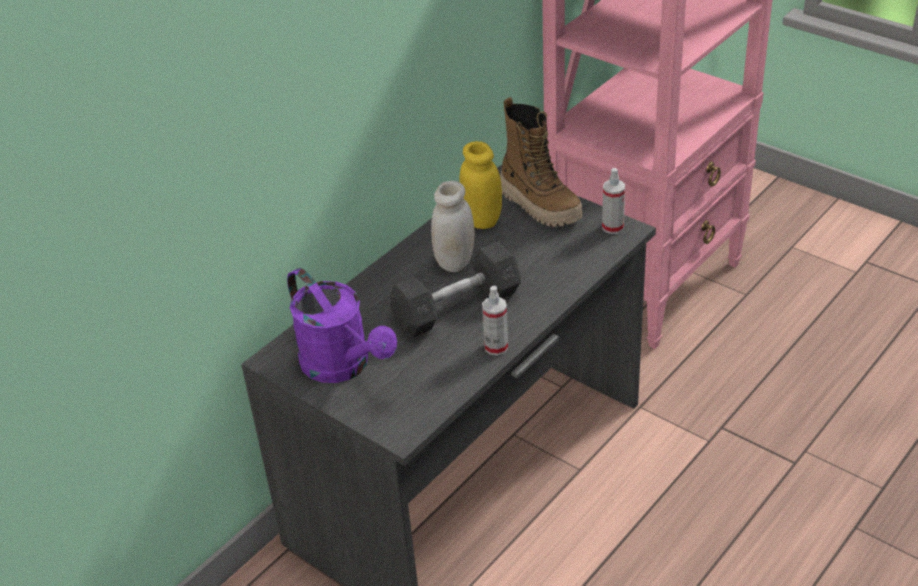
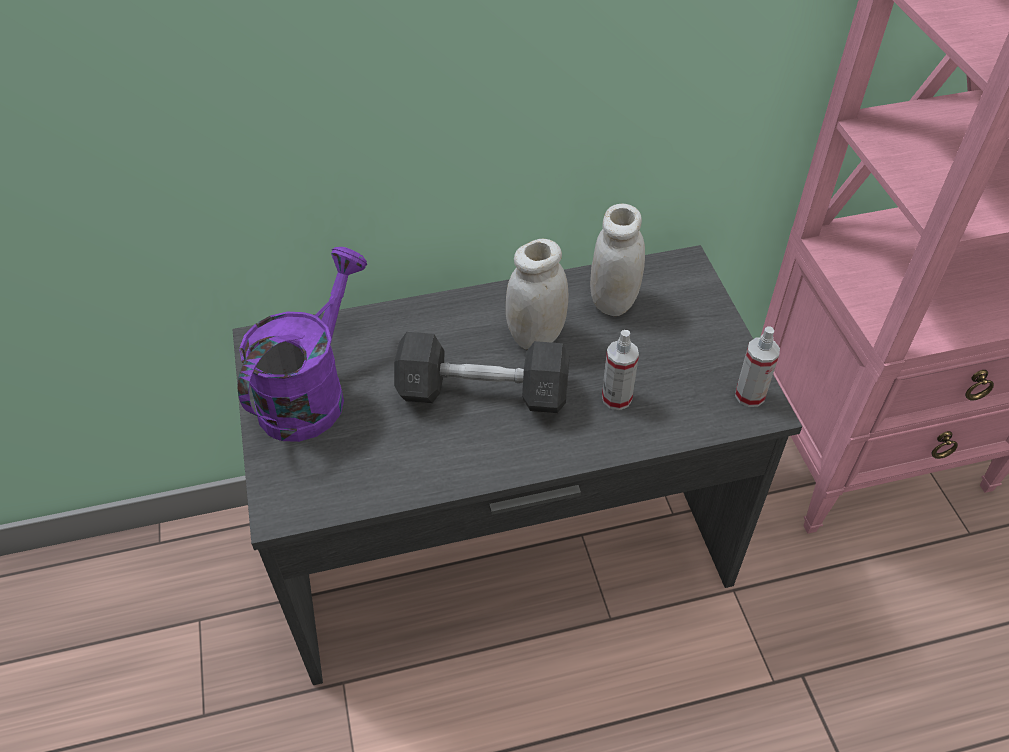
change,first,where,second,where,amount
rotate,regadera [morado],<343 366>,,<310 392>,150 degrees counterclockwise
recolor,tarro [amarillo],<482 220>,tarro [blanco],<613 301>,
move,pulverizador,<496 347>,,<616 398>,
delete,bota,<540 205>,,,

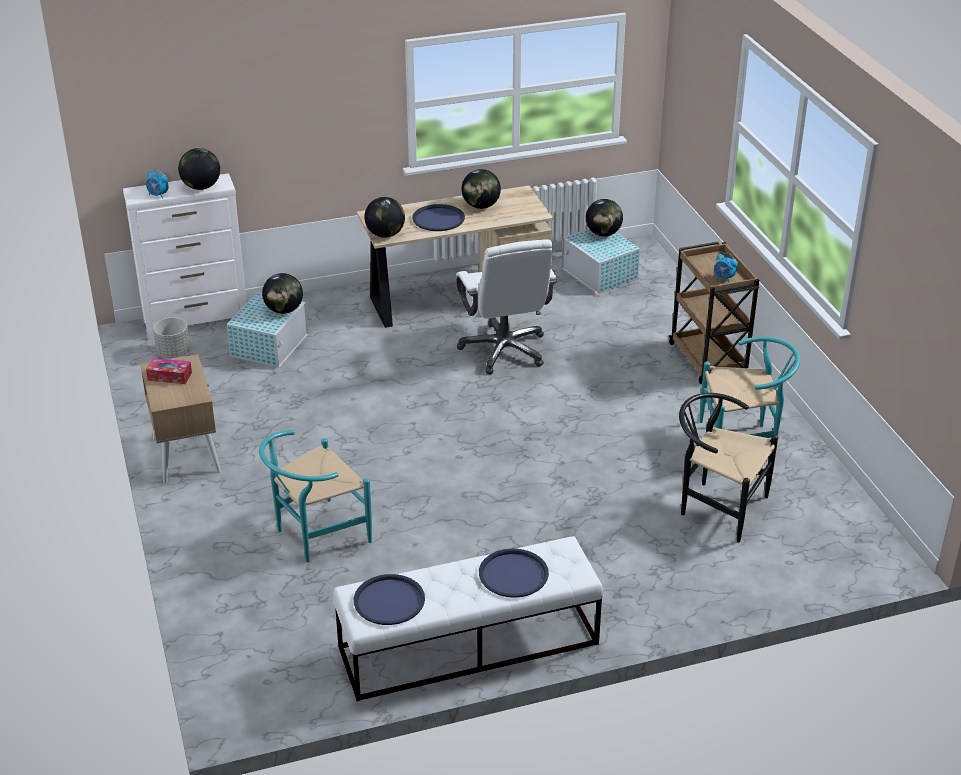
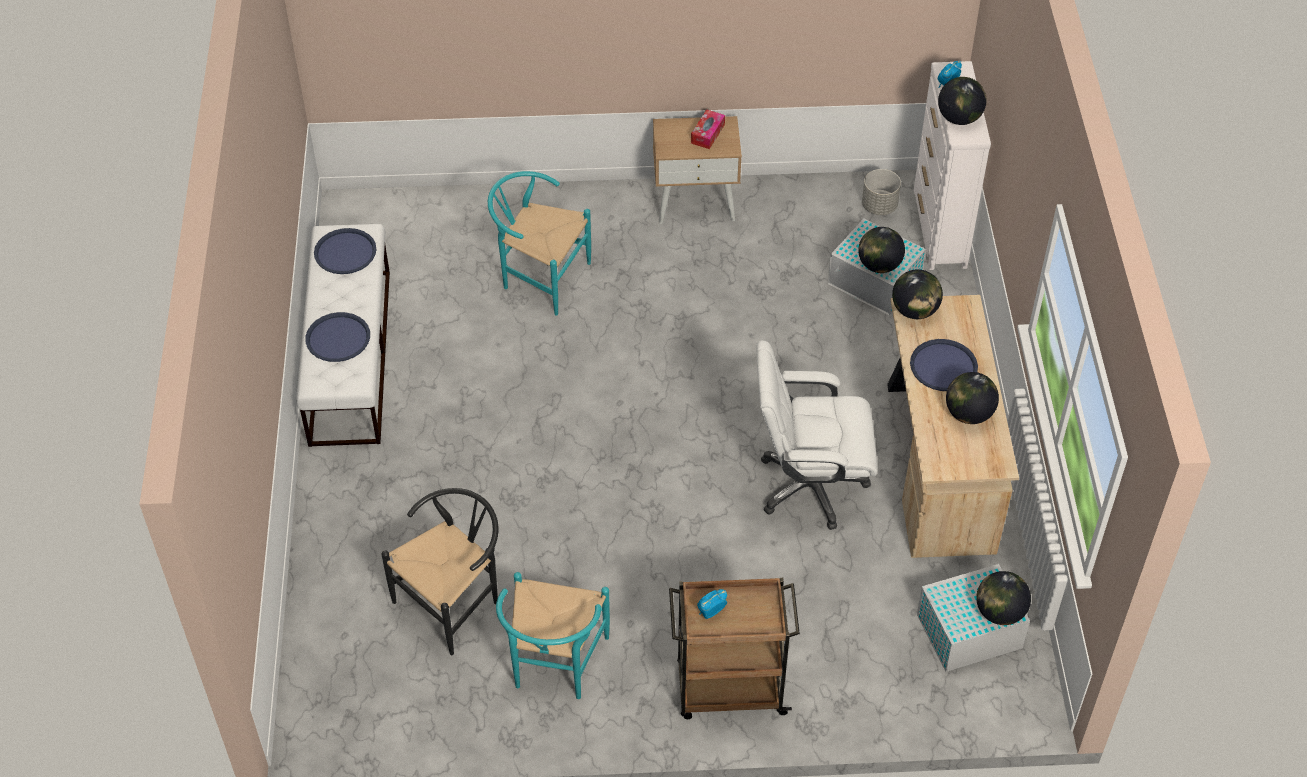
change,first,where,second,where,amount
rotate,silla [turquesa],<315 535>,,<539 277>,45 degrees counterclockwise

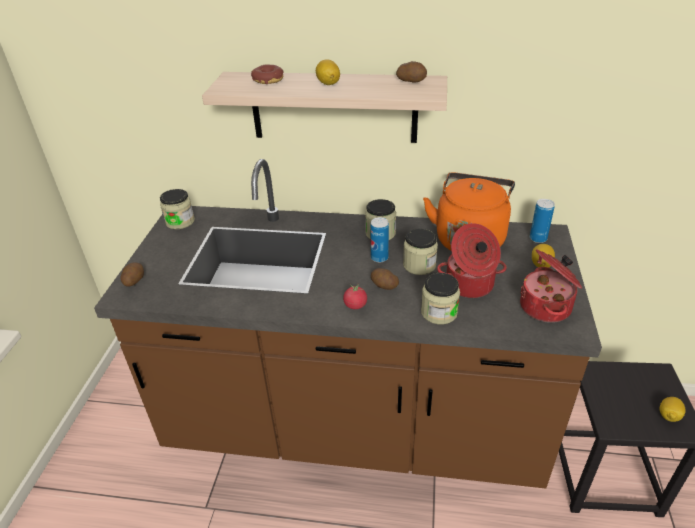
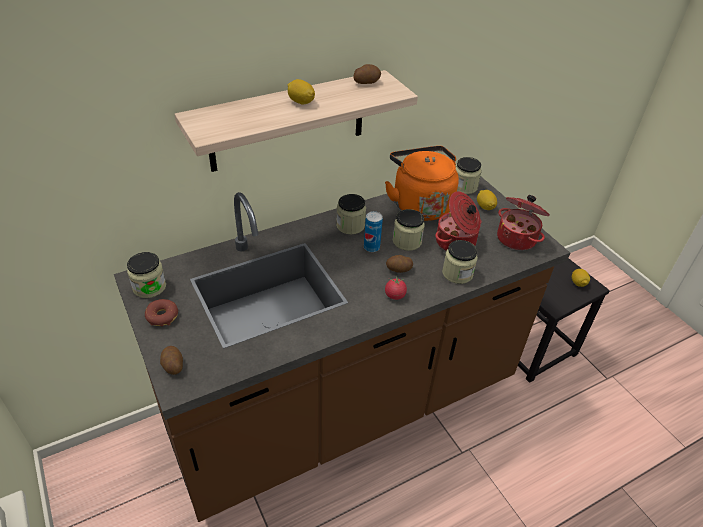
change,first,where,second,where,amount
move,rosquilla,<268 80>,,<162 316>,
replace,lata,<538 238>,tarro,<464 186>,

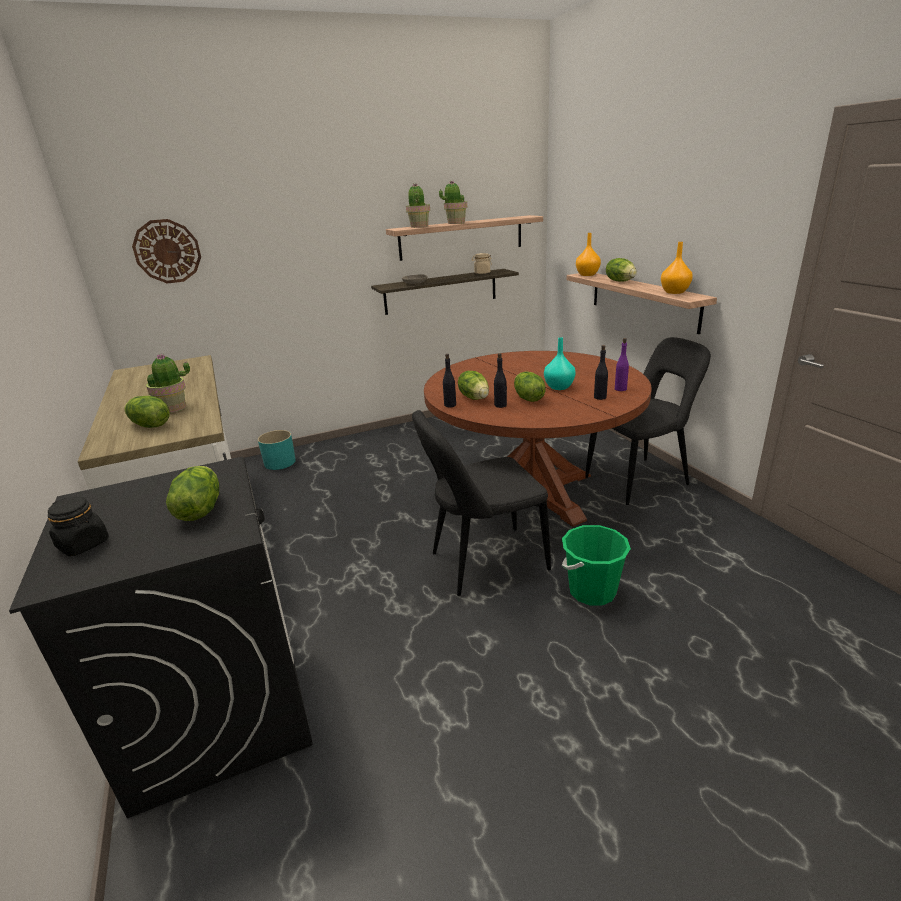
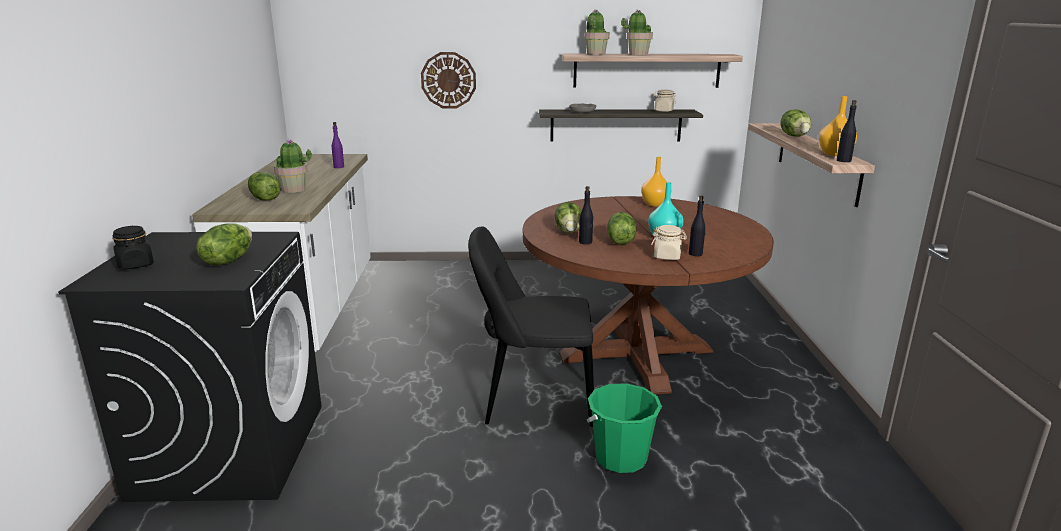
change,first,where,second,where,amount
move,botella [morado],<620 389>,,<339 167>,
move,reloj de pared,<167 251>,,<448 80>,
move,florero [naranja],<587 275>,,<654 204>,
insert,,,tarro [beis],<667 256>,
move,botella [negro],<450 405>,,<843 160>,
delete,maceta [turquesa],<280 462>,,,
delete,silla [negro],<640 480>,,,

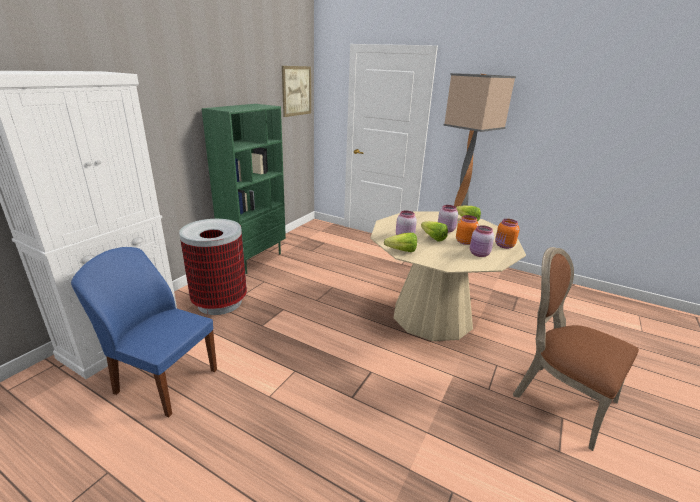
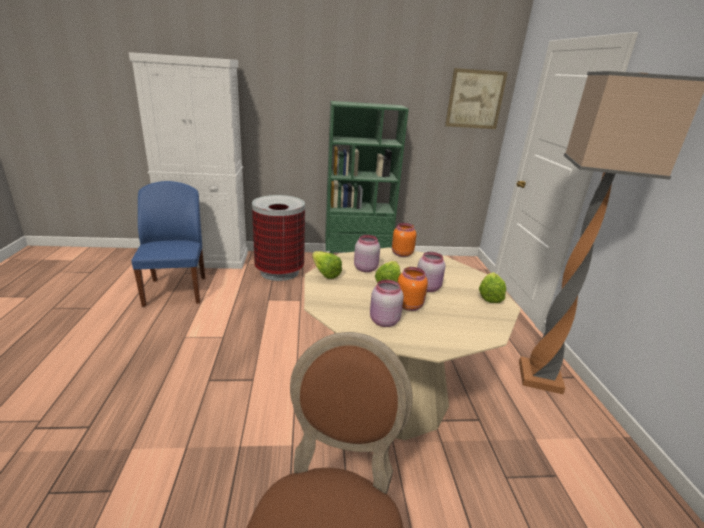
change,first,where,second,where,amount
move,tarro [naranja],<504 246>,,<401 254>,

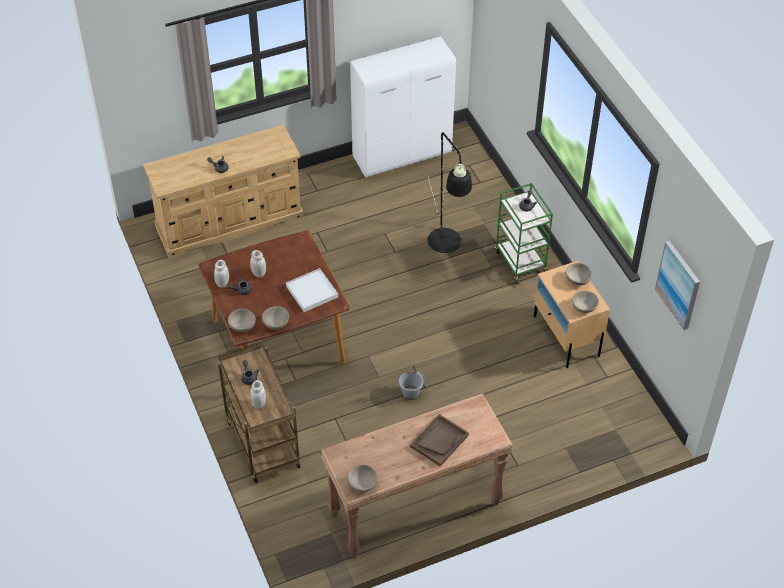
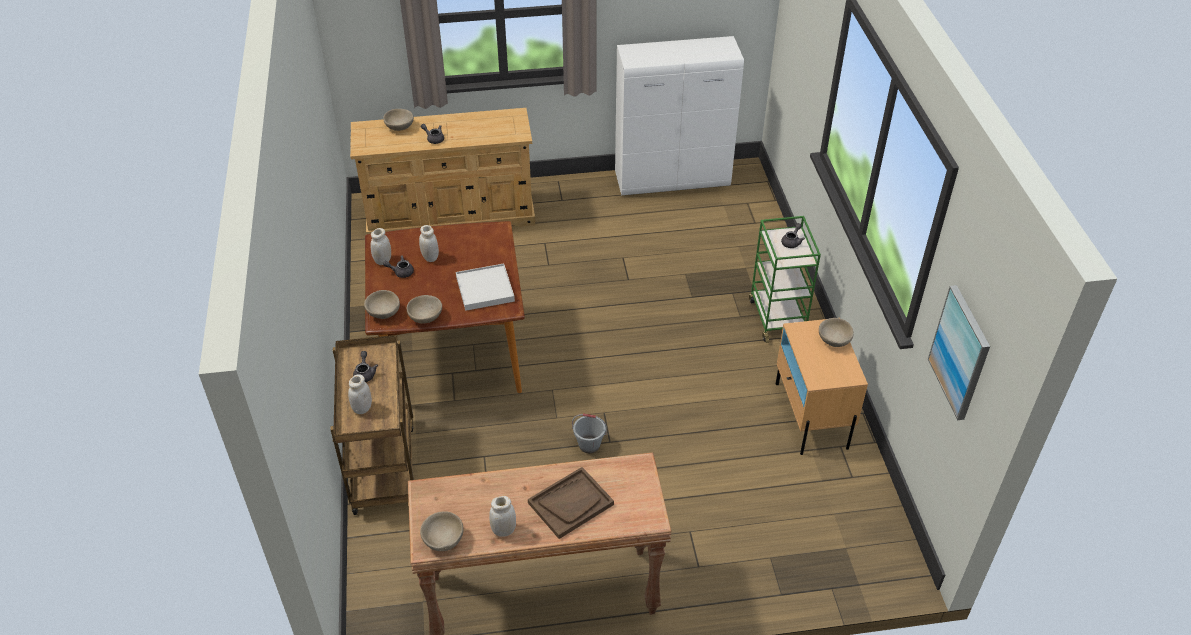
change,first,where,second,where,amount
move,cuenco [beis],<584 307>,,<399 127>,
insert,,,tarro [blanco],<503 530>,
delete,lámpara de pie [negro],<446 247>,,,

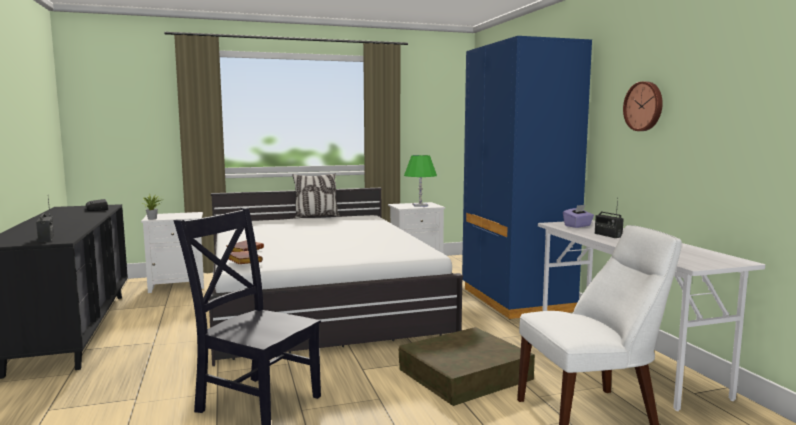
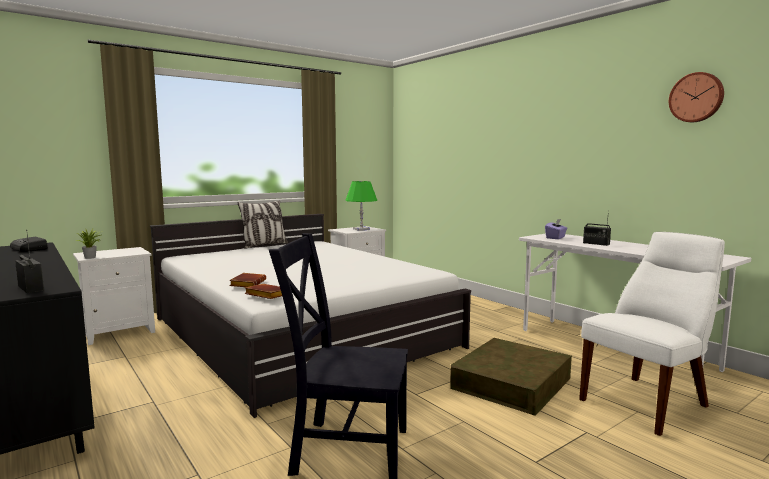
change,first,where,second,where,amount
move,reloj de pared,<644 106>,,<696 97>,
delete,armario ropero [azul],<516 300>,,,

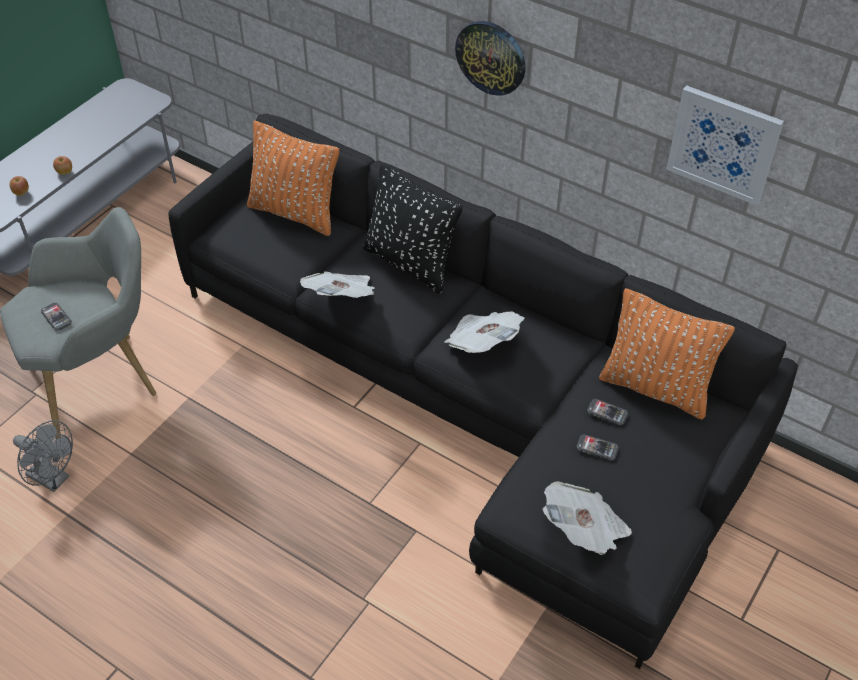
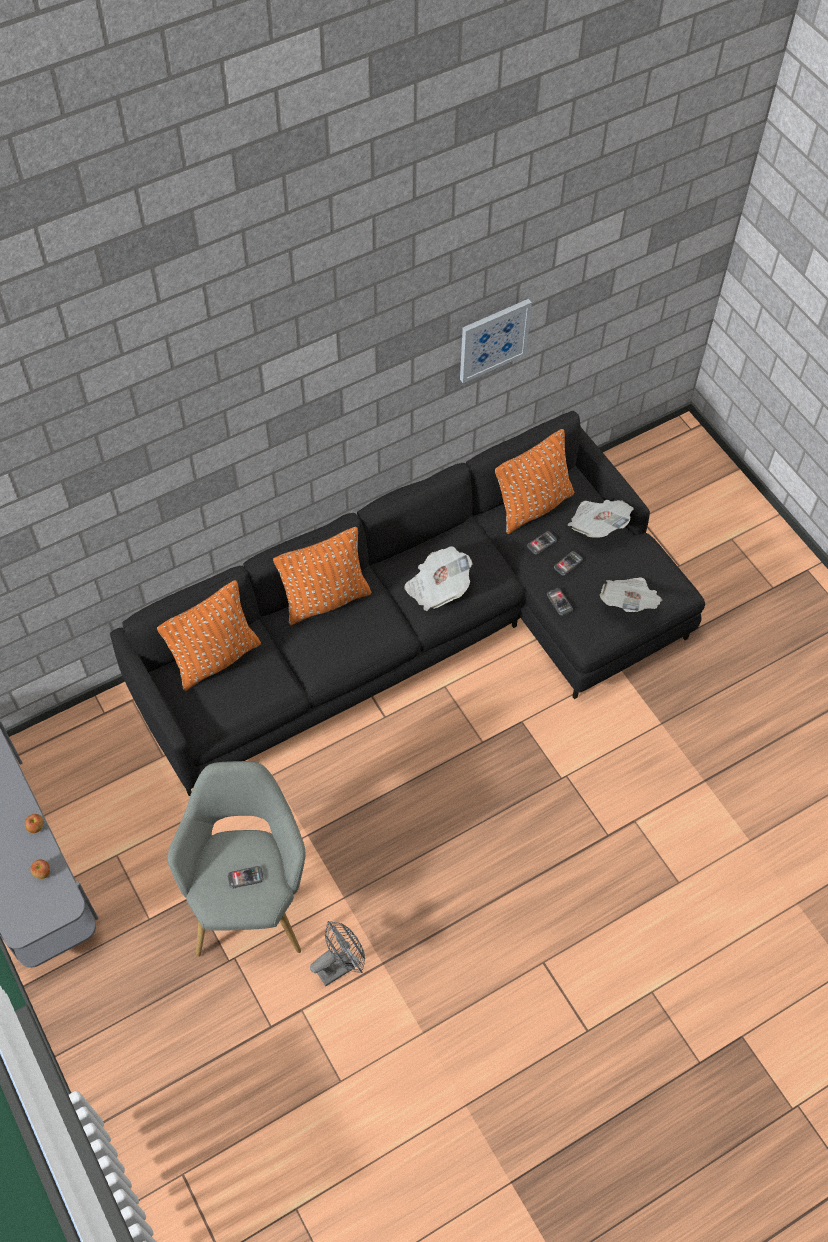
change,first,where,second,where,amount
recolor,cojín [negro],<410 263>,cojín [naranja],<325 599>,
insert,,,móvil,<559 602>,
move,periódico,<342 298>,,<597 526>,
delete,reloj de pared,<491 57>,,,

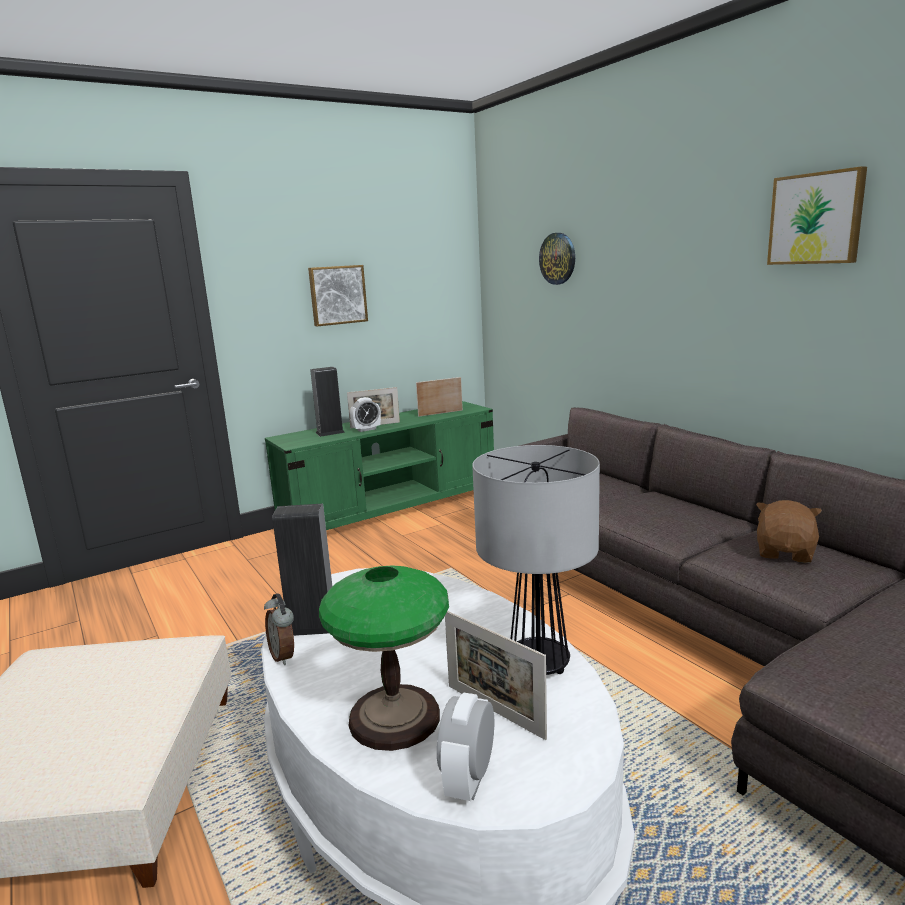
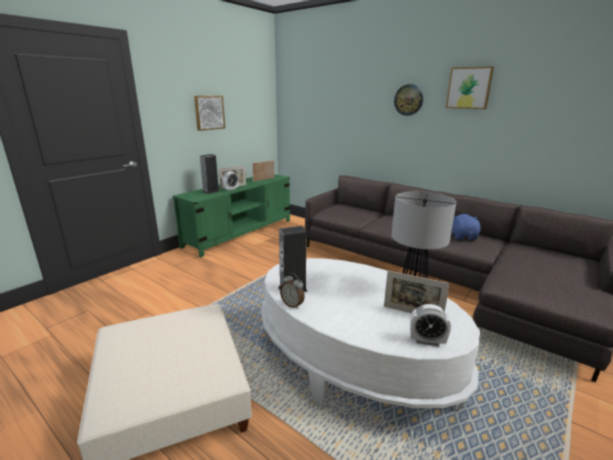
change,first,where,second,where,amount
move,reloj de pared,<558 258>,,<408 100>,
rotate,despertador,<469 779>,,<427 341>,75 degrees counterclockwise
recolor,peluche [marrón],<785 553>,peluche [azul],<463 236>,
delete,lámpara de mesa,<395 718>,,,

